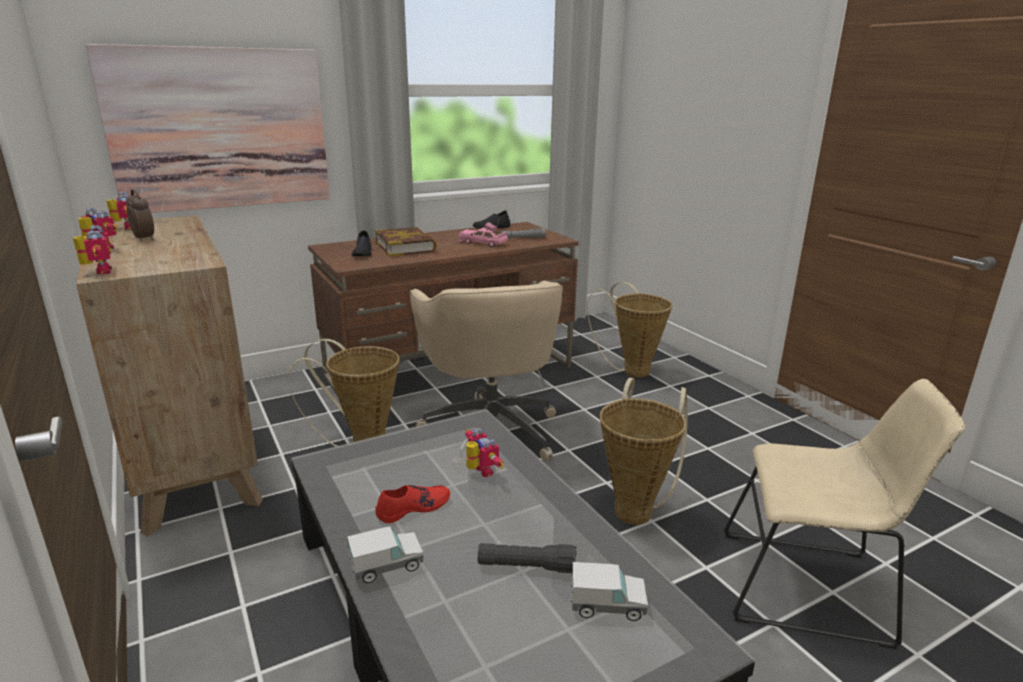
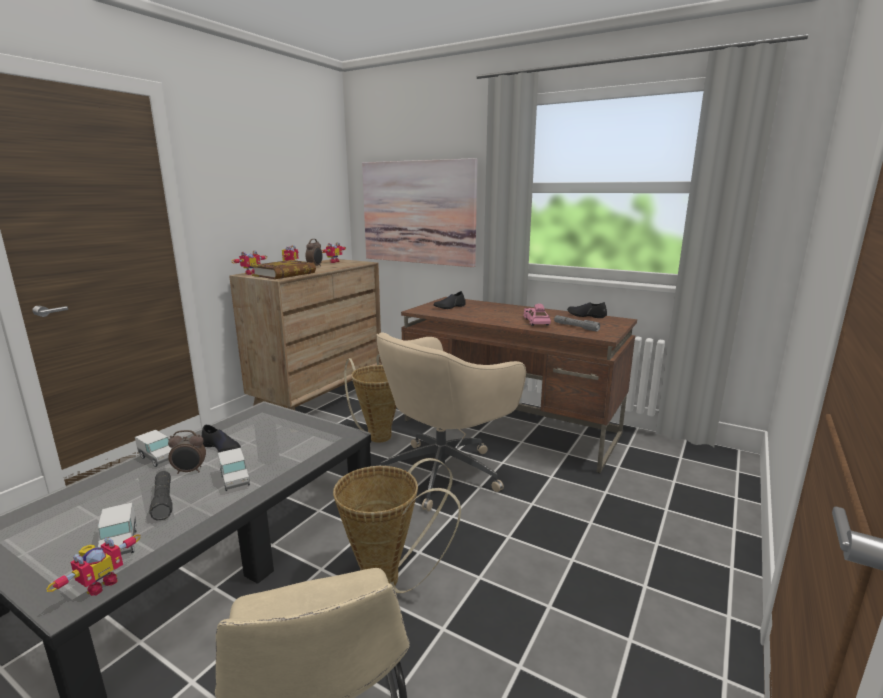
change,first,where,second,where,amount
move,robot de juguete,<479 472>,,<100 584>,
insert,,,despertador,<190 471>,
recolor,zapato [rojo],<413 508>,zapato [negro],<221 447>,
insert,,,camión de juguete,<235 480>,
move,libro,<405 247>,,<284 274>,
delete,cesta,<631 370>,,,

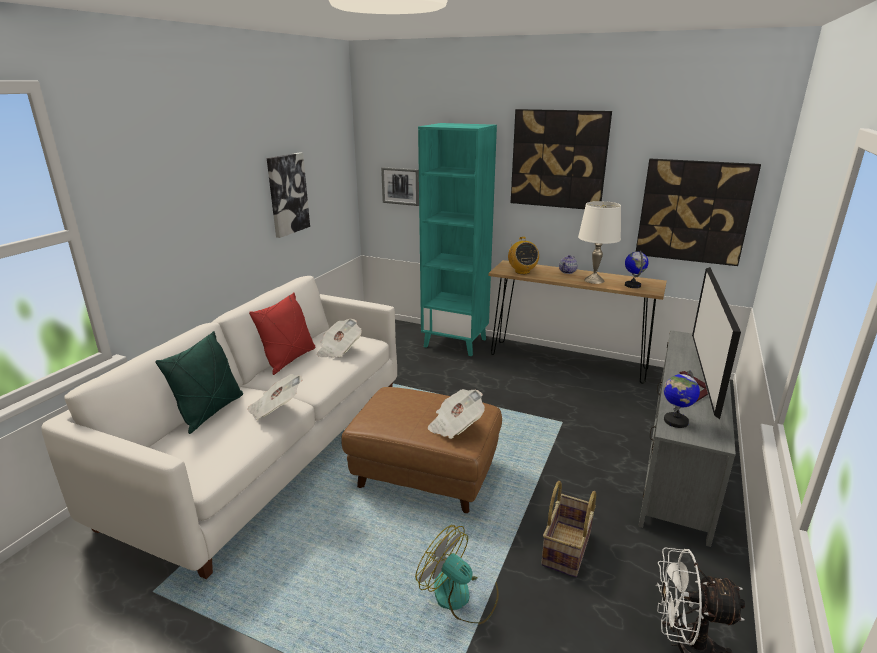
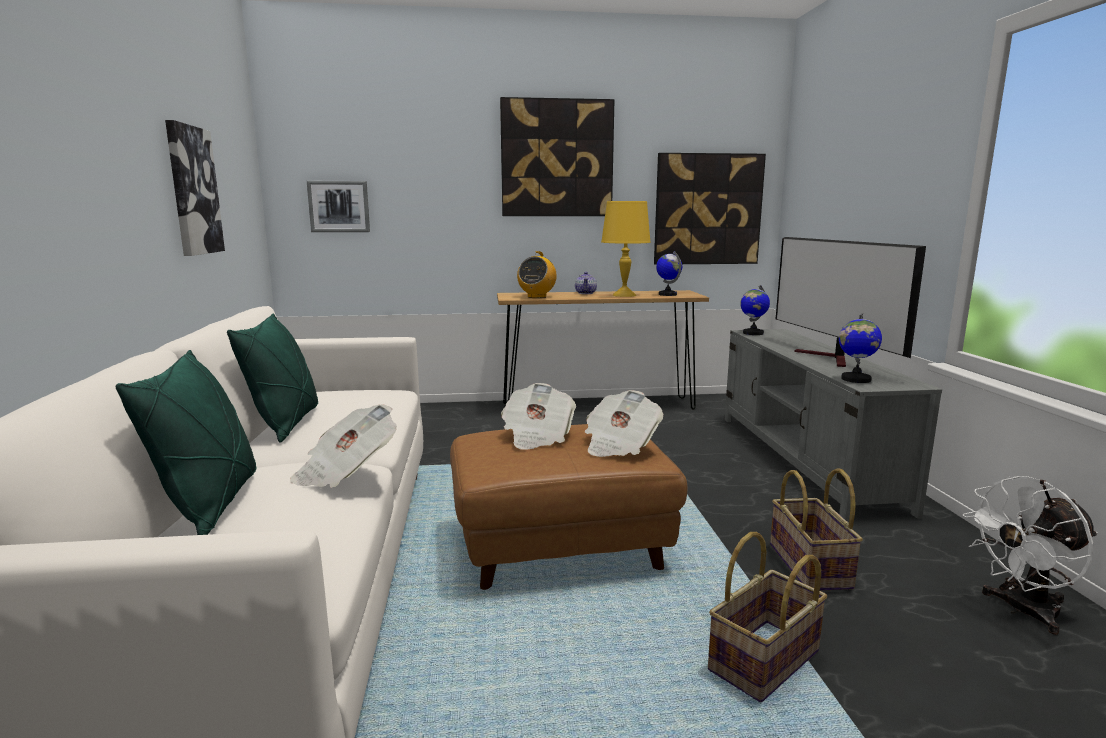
change,first,where,second,where,amount
recolor,cojín [rojo],<289 359>,cojín [verde],<286 424>,
move,periódico,<339 350>,,<537 436>,
rotate,radio,<522 272>,,<537 297>,60 degrees clockwise
recolor,lámpara de mesa [blanco],<594 280>,lámpara de mesa [amarillo],<624 295>,
replace,ventilador,<460 596>,cesta,<765 662>,
insert,,,globo terráqueo,<752 333>,
delete,estantería [turquesa],<456 343>,,,

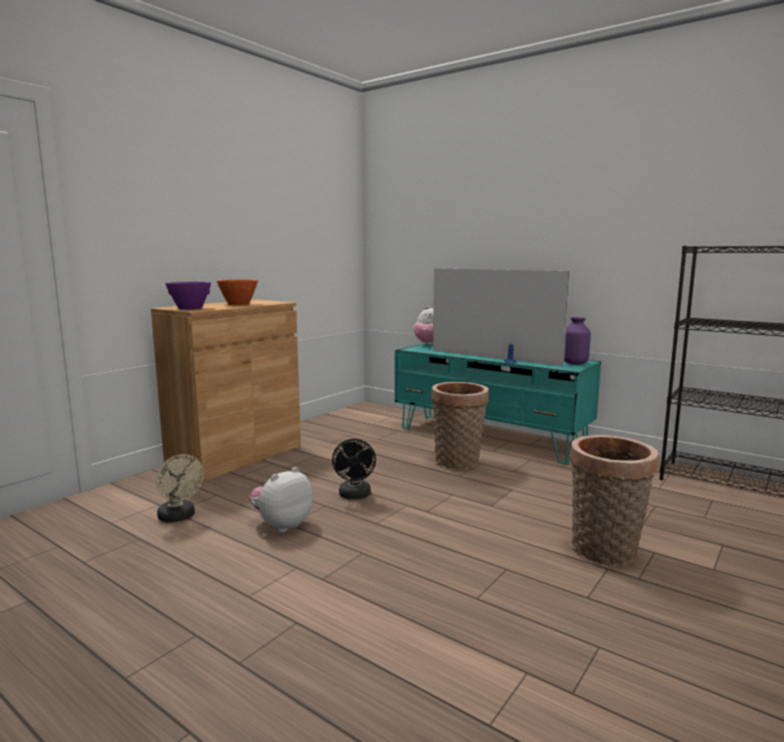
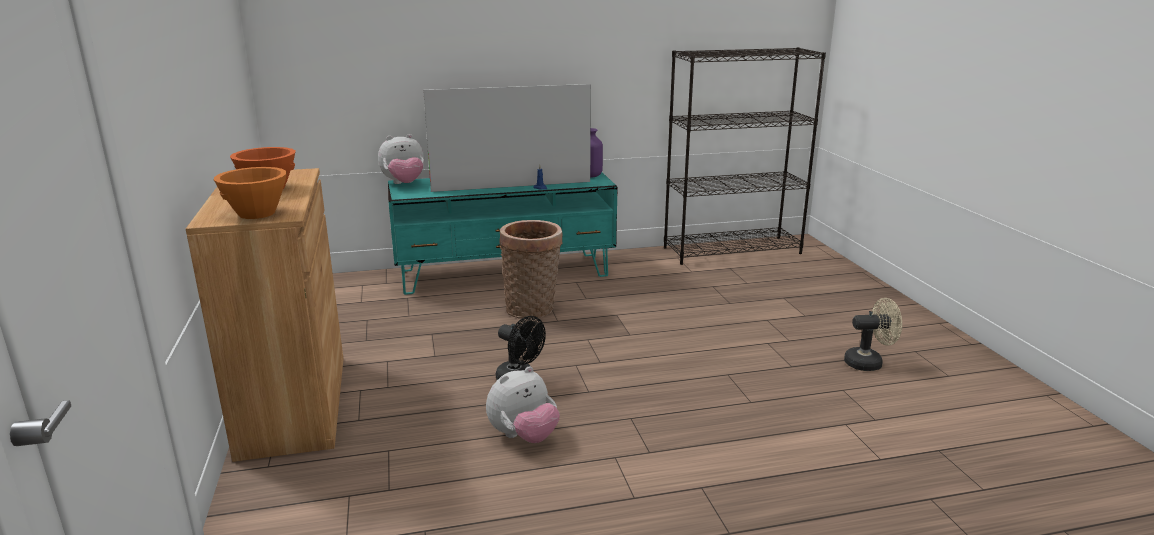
change,first,where,second,where,amount
recolor,cuenco [morado],<190 308>,cuenco [naranja],<256 213>,
rotate,peluche,<282 525>,,<523 436>,120 degrees counterclockwise
move,ventilador [beis],<179 517>,,<869 363>,
delete,cesta,<605 553>,,,

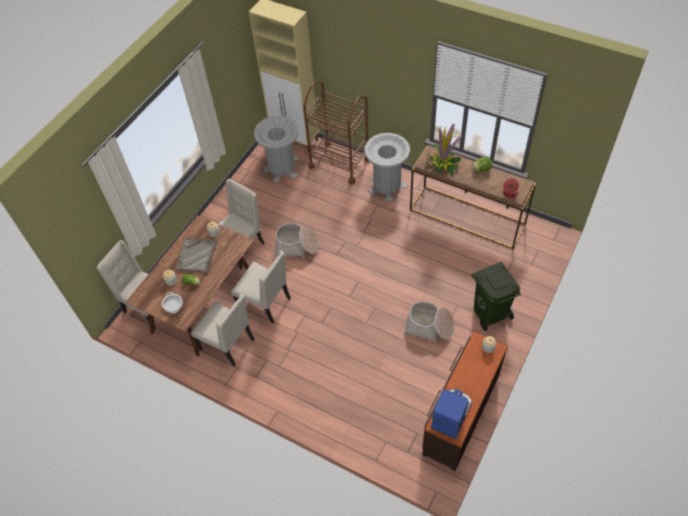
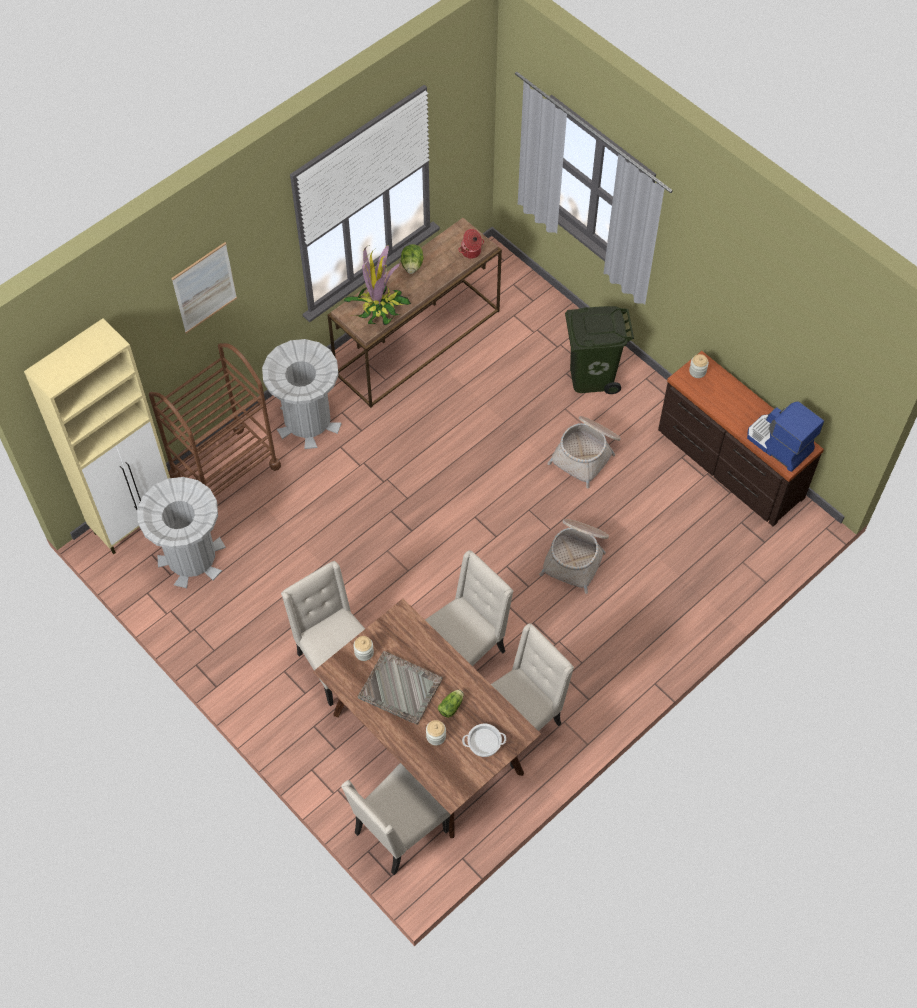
change,first,where,second,where,amount
insert,,,cuadro,<204 288>,
move,cesta,<297 246>,,<576 556>,

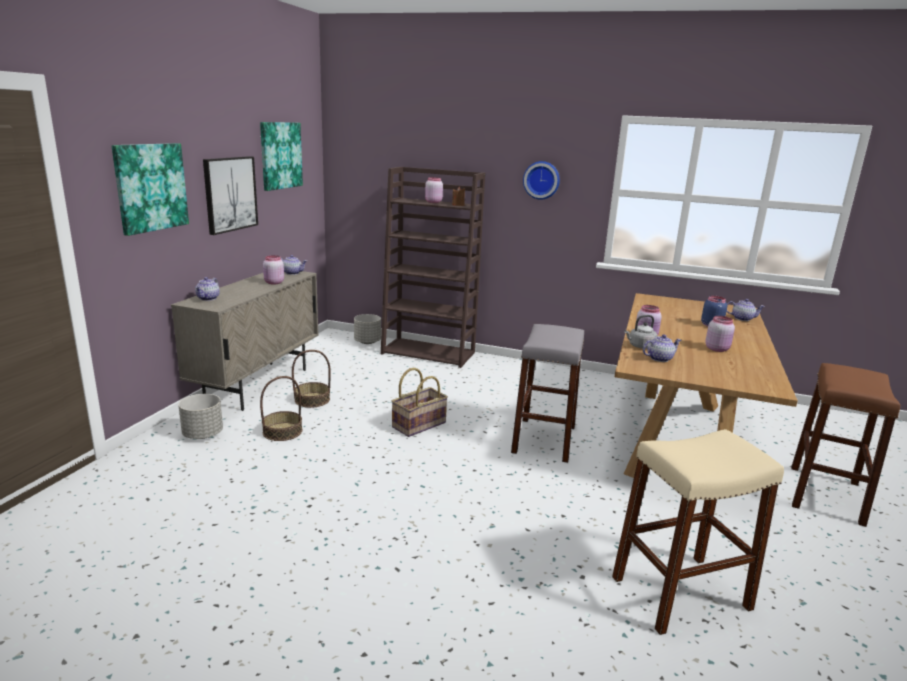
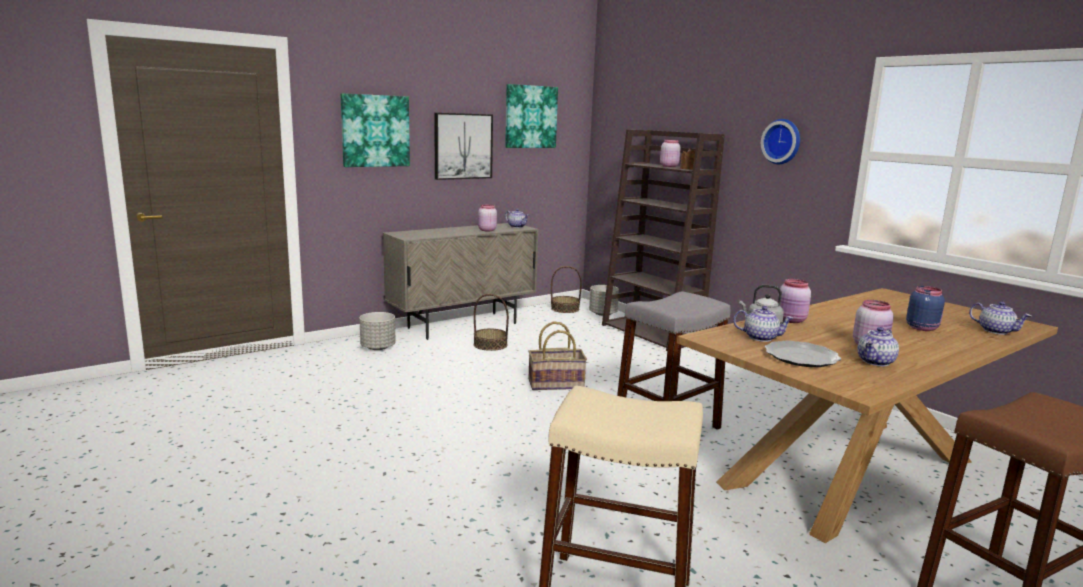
change,first,where,second,where,amount
move,cesta,<282 431>,,<565 309>,
insert,,,plato,<801 357>,
move,tetera,<208 298>,,<876 362>,

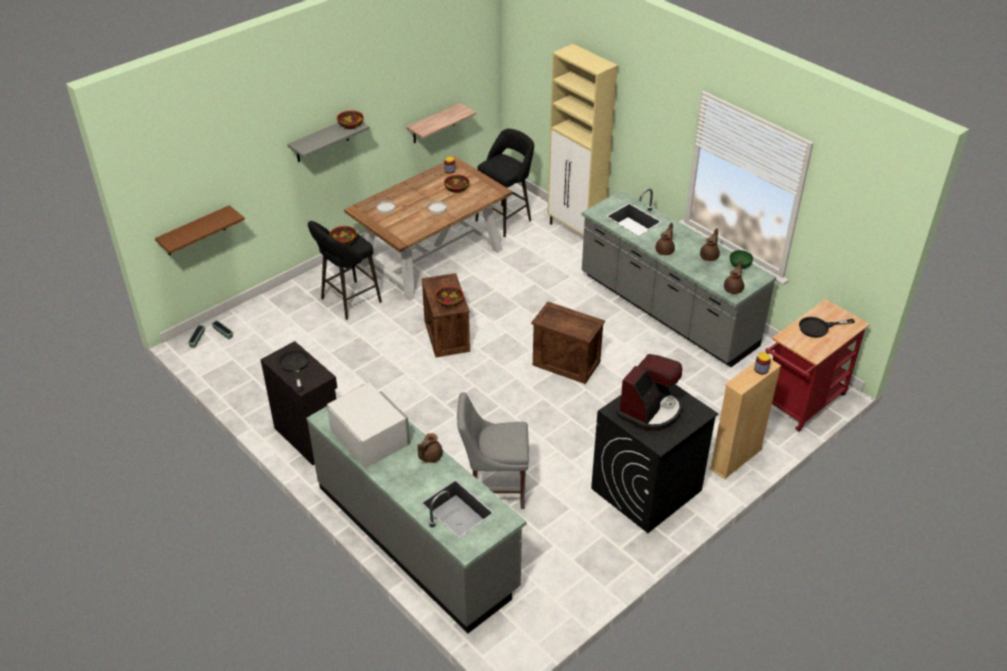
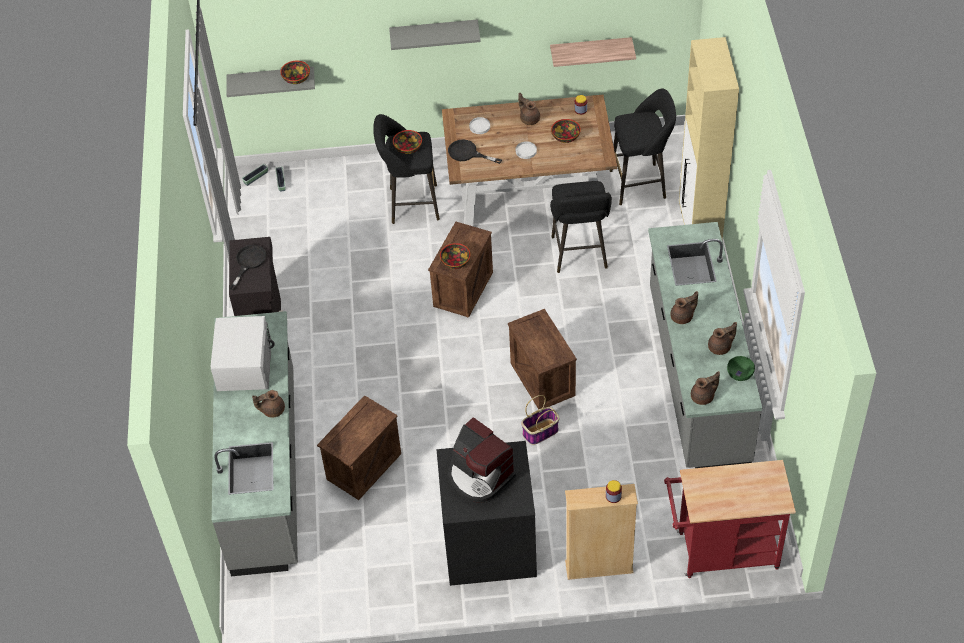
change,first,where,second,where,amount
recolor,estante [marrón],<195 231>,estante [gris],<272 80>,
move,cuenco,<350 126>,,<296 78>,
replace,silla [gris],<494 489>,caja de embalaje,<363 466>,
move,sartén [negro],<819 328>,,<467 153>,
rotate,cafetera,<650 410>,,<479 476>,60 degrees clockwise
insert,,,tetera [marrón],<529 119>,
insert,,,cesta,<540 432>,
insert,,,taburete [negro],<579 255>,

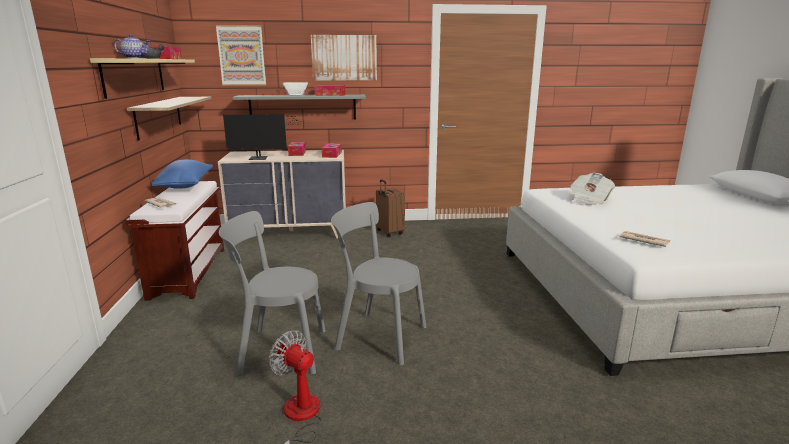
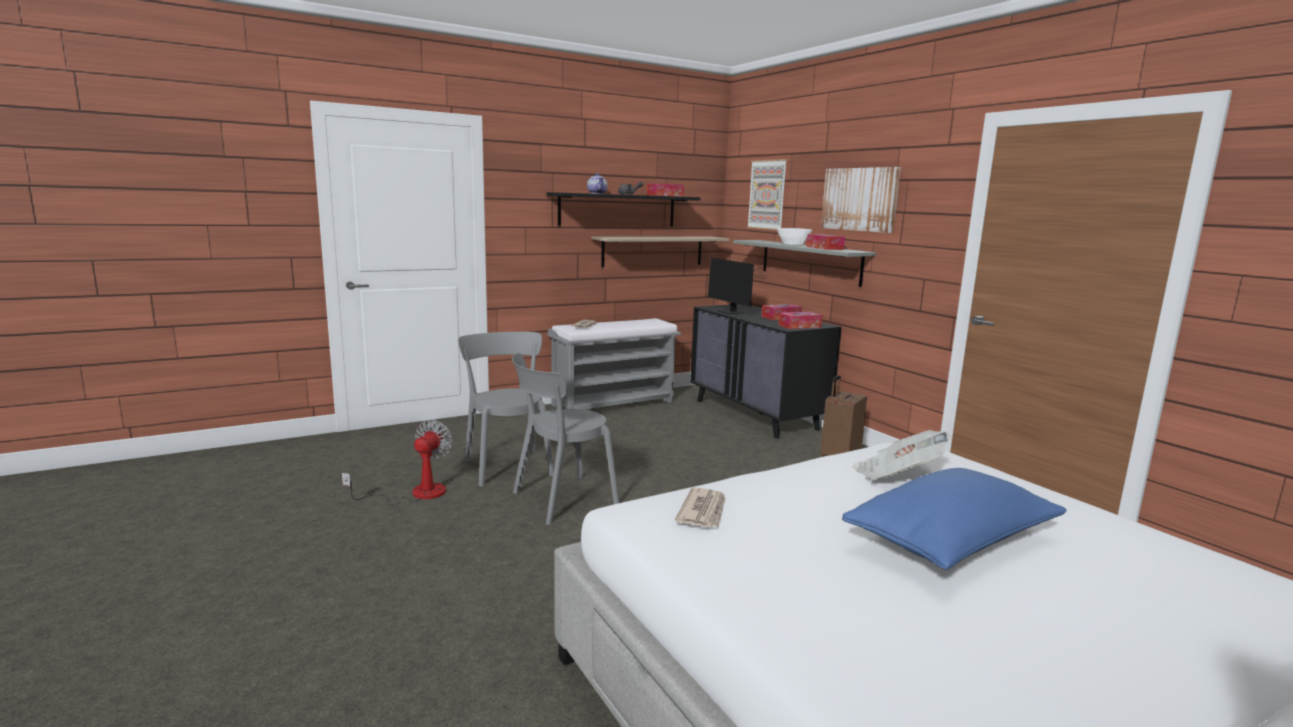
change,first,where,second,where,amount
rotate,silla [gris],<377 336>,,<560 500>,120 degrees counterclockwise
recolor,estante [beis],<135 76>,estante [negro],<618 210>,
recolor,banco [marrón],<189 272>,banco [gris],<614 403>,
recolor,cómoda [beis],<291 232>,cómoda [negro],<756 415>,
move,cojín [azul],<186 185>,,<952 543>,

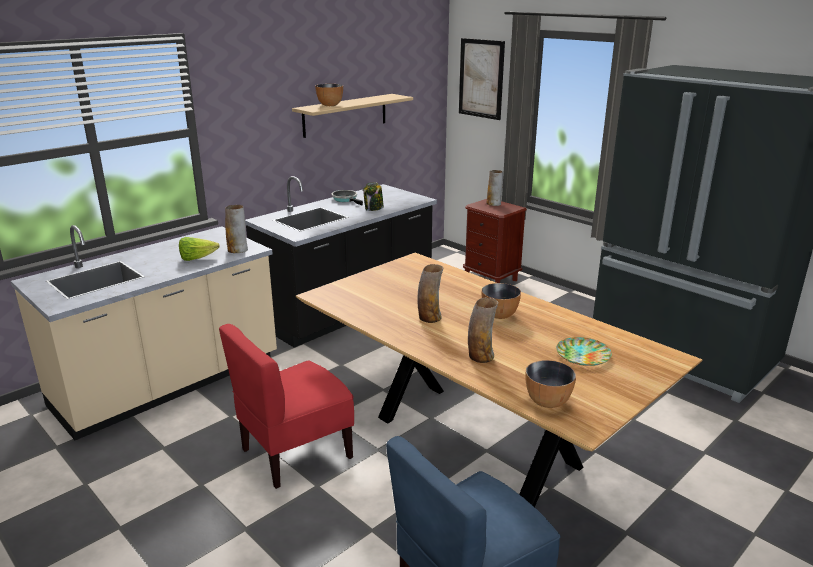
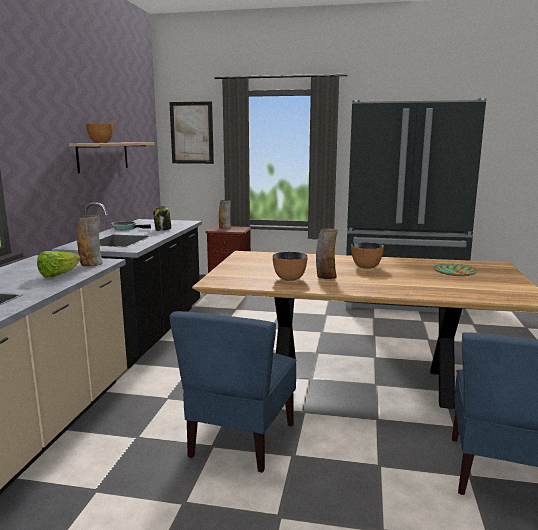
change,first,where,second,where,amount
recolor,silla [rojo],<295 453>,silla [azul],<240 440>,
move,cuenco,<547 401>,,<289 279>,
delete,florero,<480 356>,,,

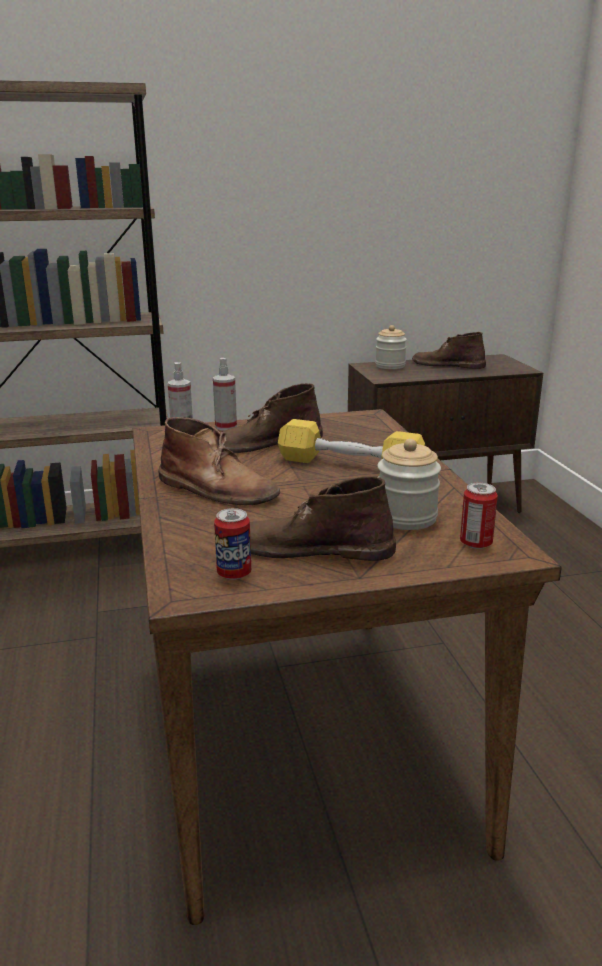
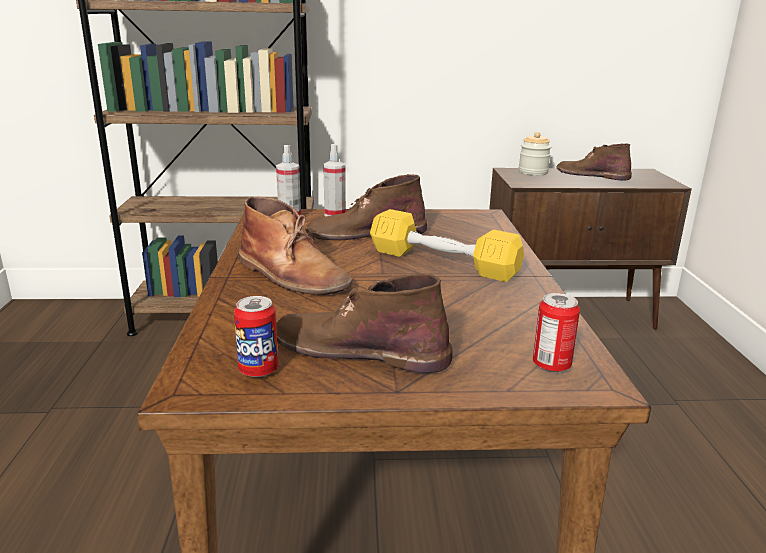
change,first,where,second,where,amount
delete,tarro,<406 518>,,,

